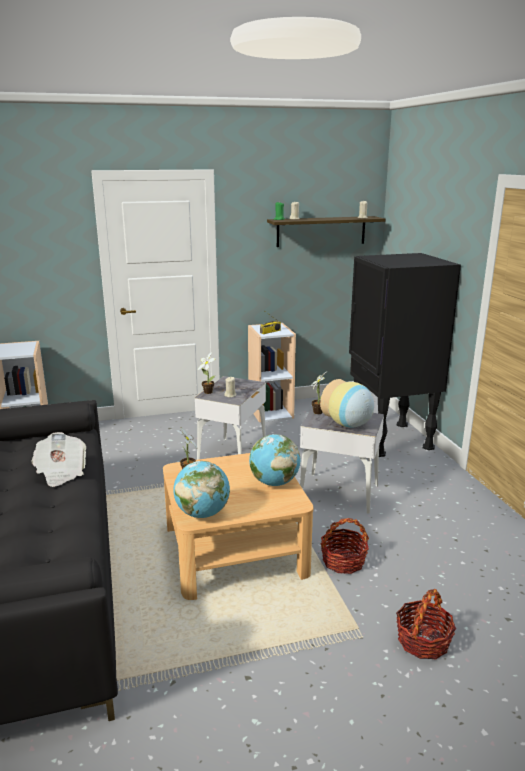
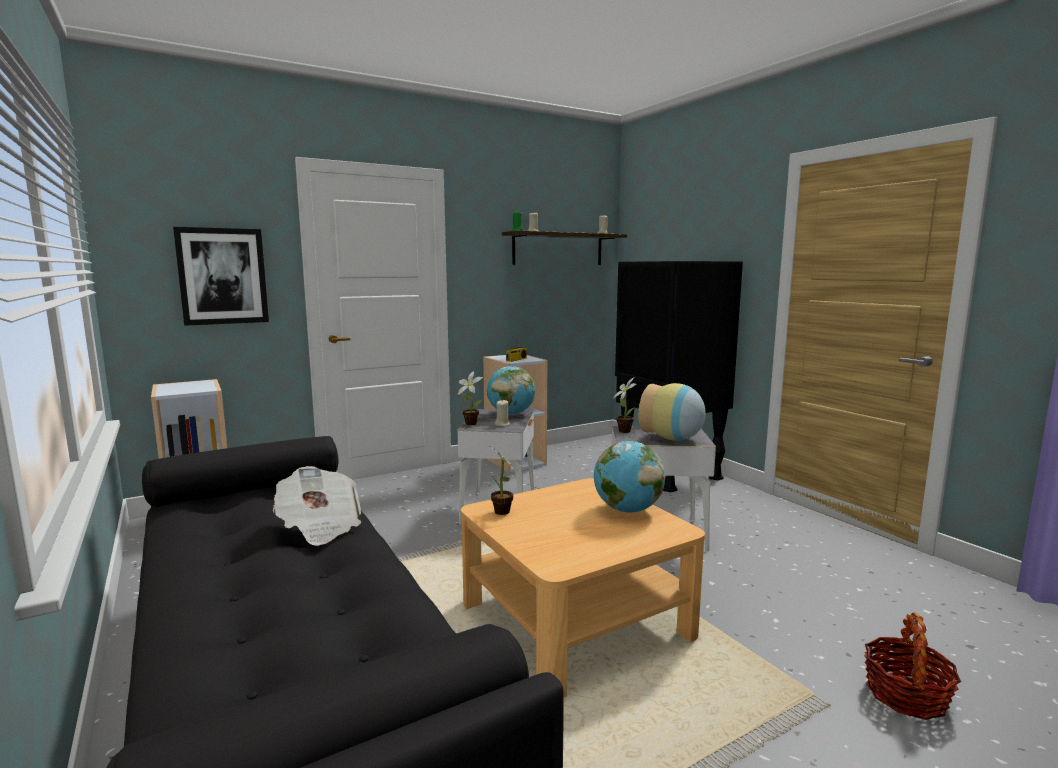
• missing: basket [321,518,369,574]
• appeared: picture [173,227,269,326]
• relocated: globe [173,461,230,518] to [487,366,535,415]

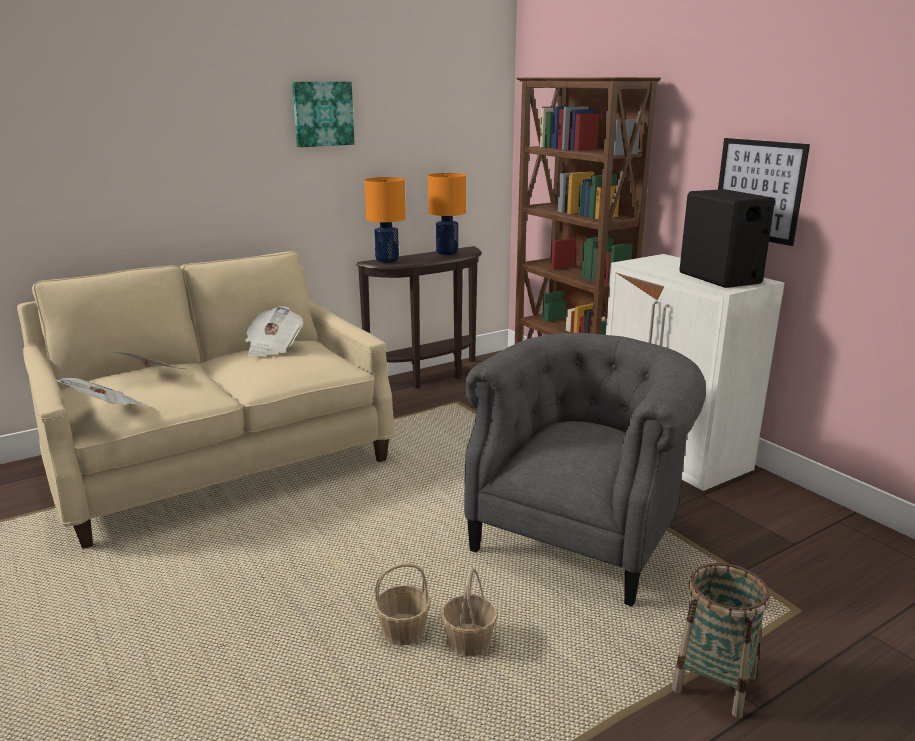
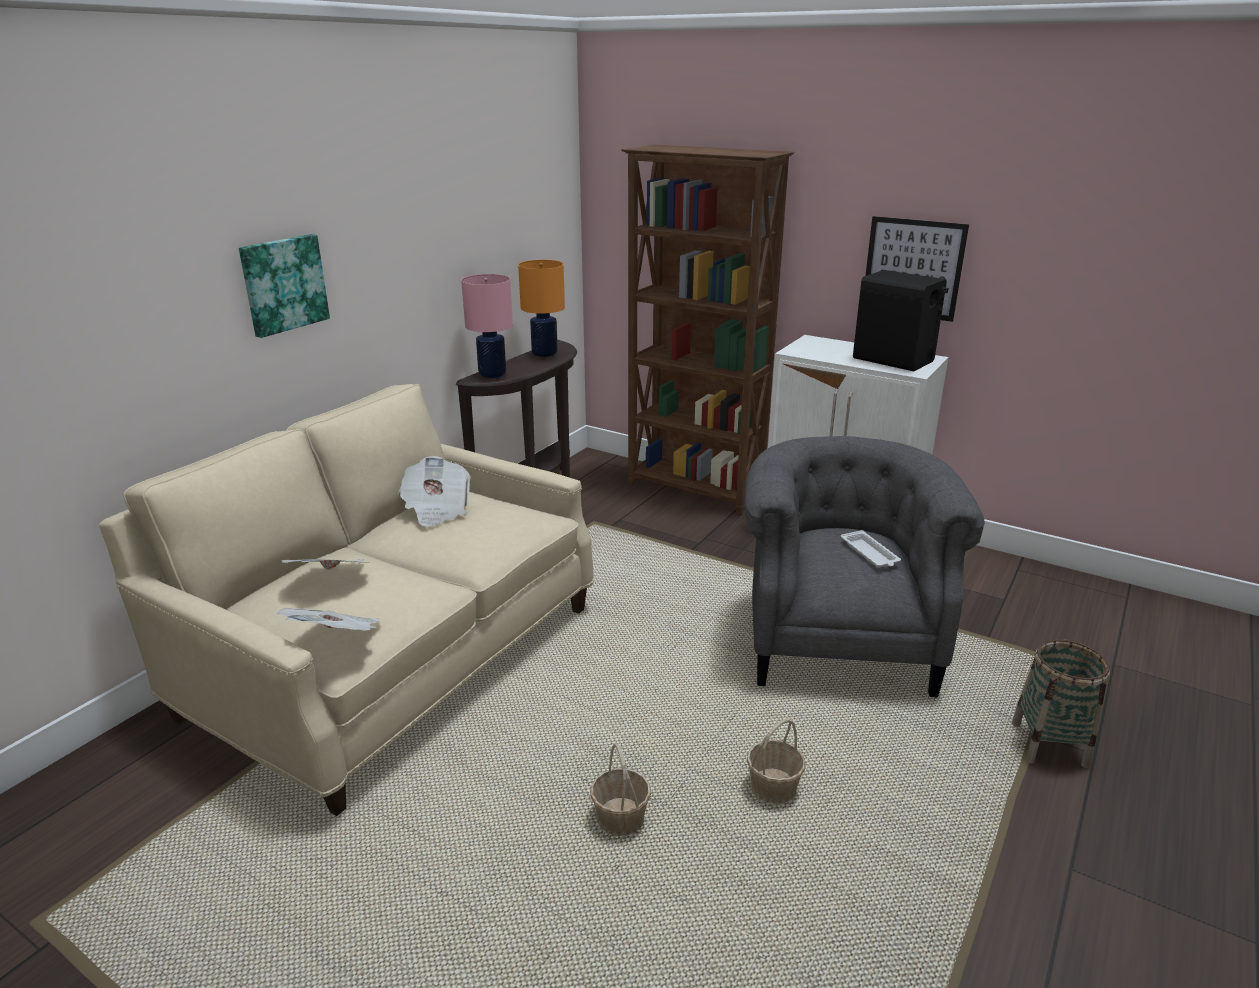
• appeared: tray (white) [841,530,901,568]
• relocated: picture [292,82,355,147] to [239,234,330,338]
• relocated: basket [441,567,498,657] to [591,743,651,836]
• colour: table lamp (orange) [364,177,406,263] to table lamp (pink) [461,274,513,378]

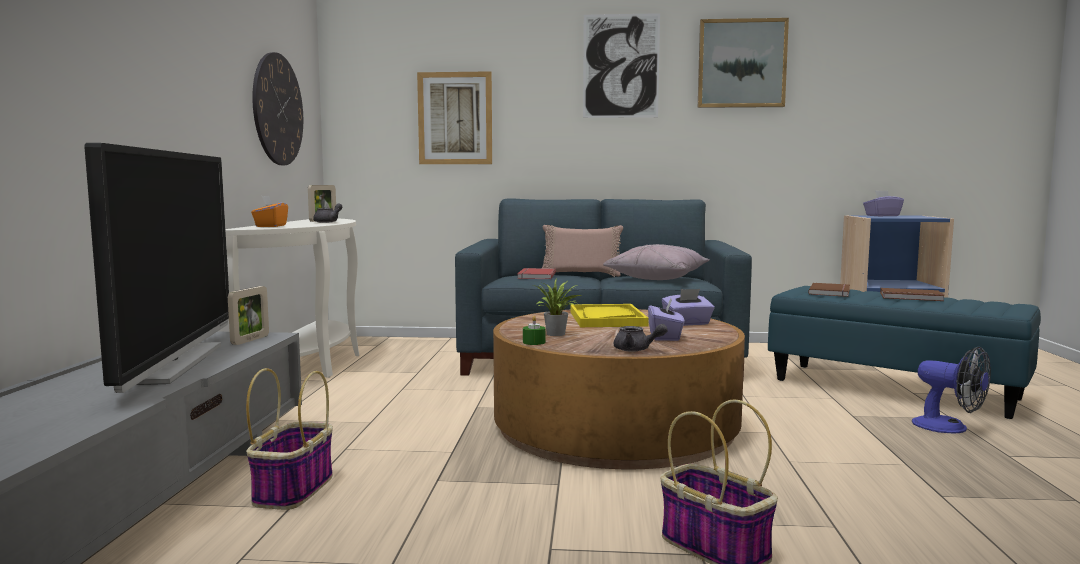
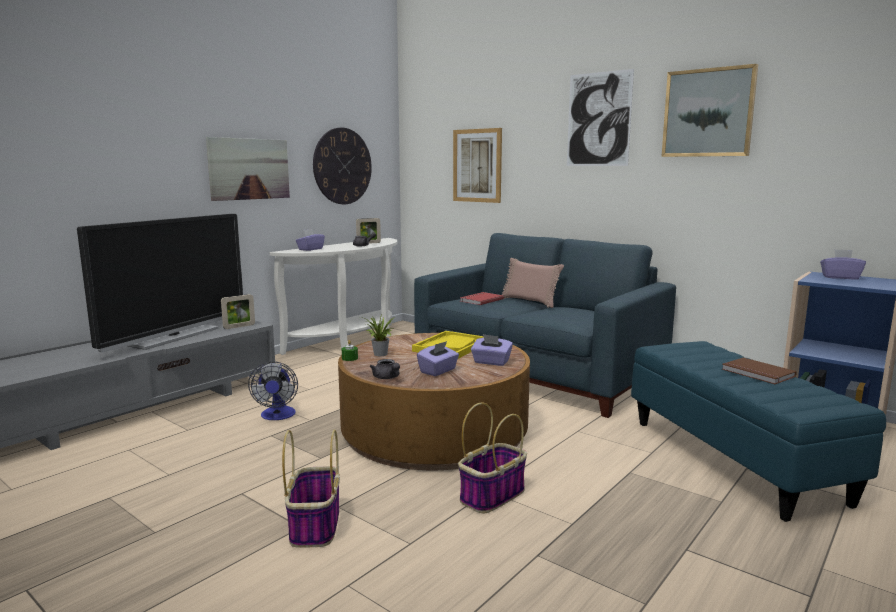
• missing: pillow (purple) [603,244,710,280]
• missing: book (brown) [808,283,850,297]
• appeared: picture [206,137,290,201]
• relocated: basket [246,368,333,510] to [458,403,527,514]
• relocated: fan [912,347,991,433] to [248,362,298,420]
• colour: tissue box (orange) [251,196,288,227] to tissue box (purple) [296,229,325,251]

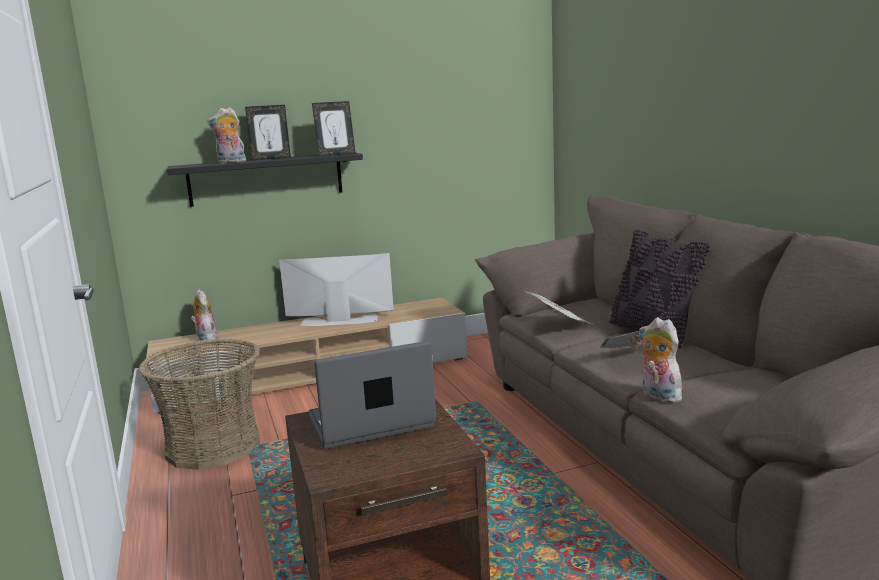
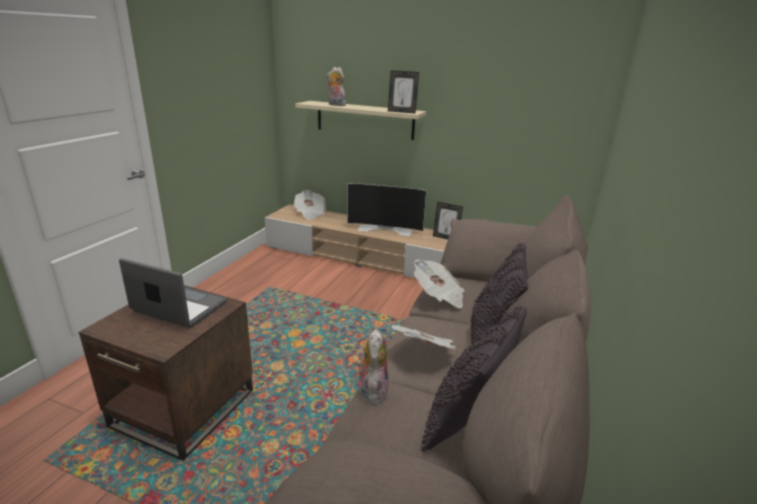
• missing: basket [139,339,260,470]
• appeared: pillow (black) [421,306,527,452]
• relocated: picture frame [245,105,291,160] to [433,202,463,239]
• exchanged: plush toy [191,290,218,341] to newspaper [294,190,326,220]
• colour: shelf (black) [167,153,363,207] to shelf (beige) [295,101,426,140]
• spun: television [279,253,394,326] = [347,183,427,236] 150 degrees clockwise

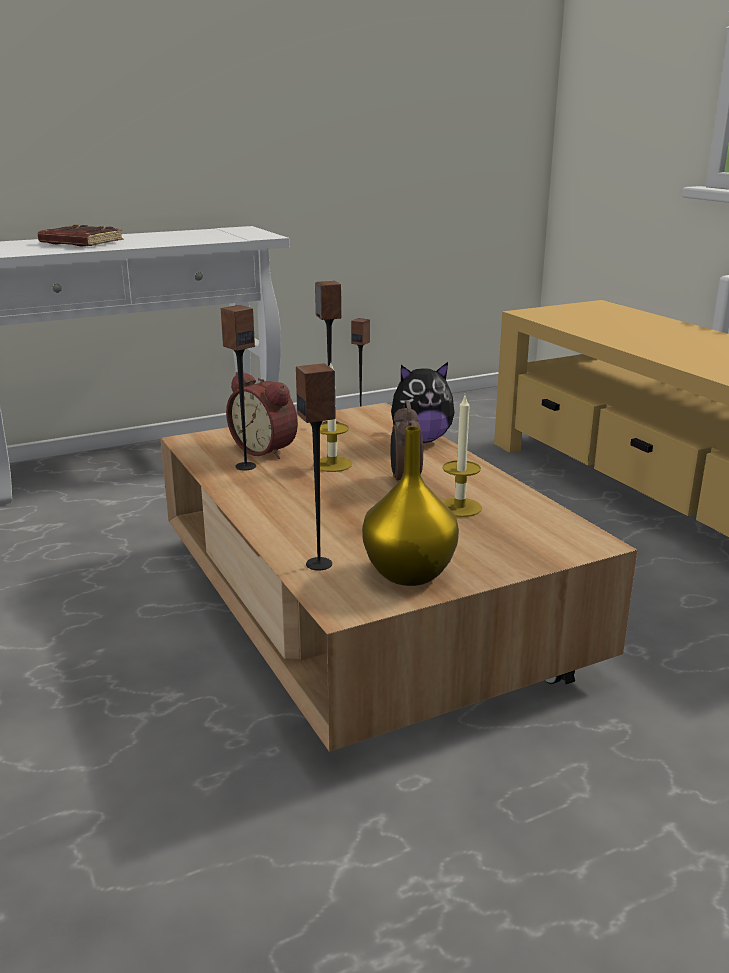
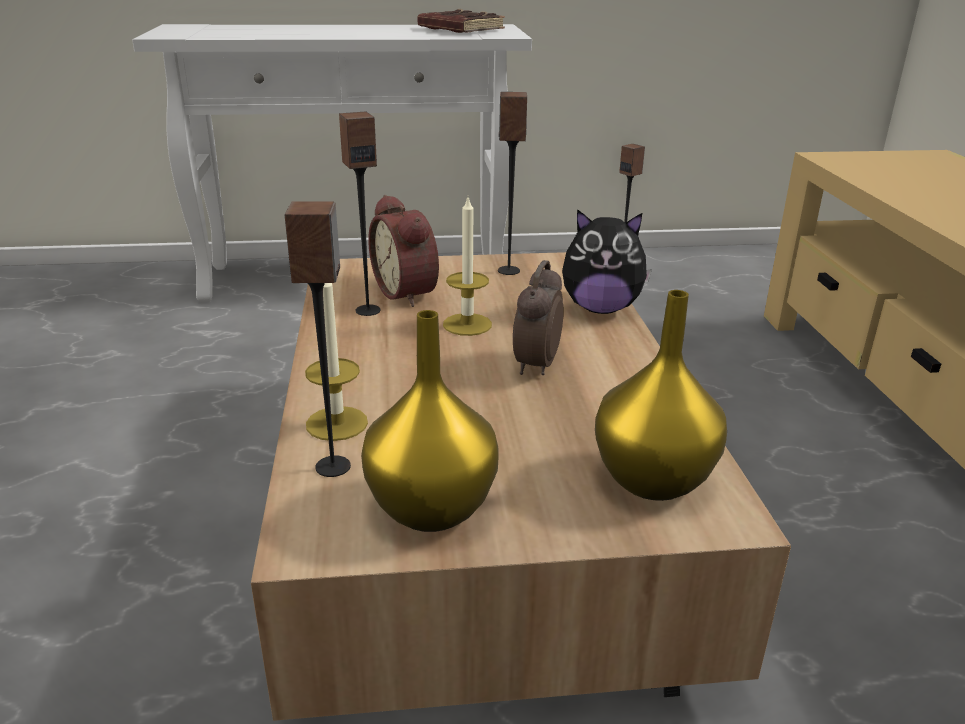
• appeared: vase (yellow) [595,290,727,501]
• relocated: book (brown) [38,224,124,247] to [418,9,505,33]
• relocated: candle [442,396,482,517] to [305,283,368,441]

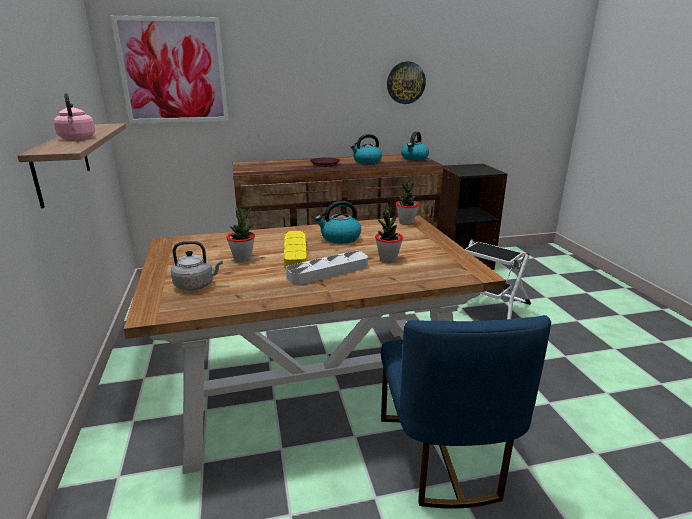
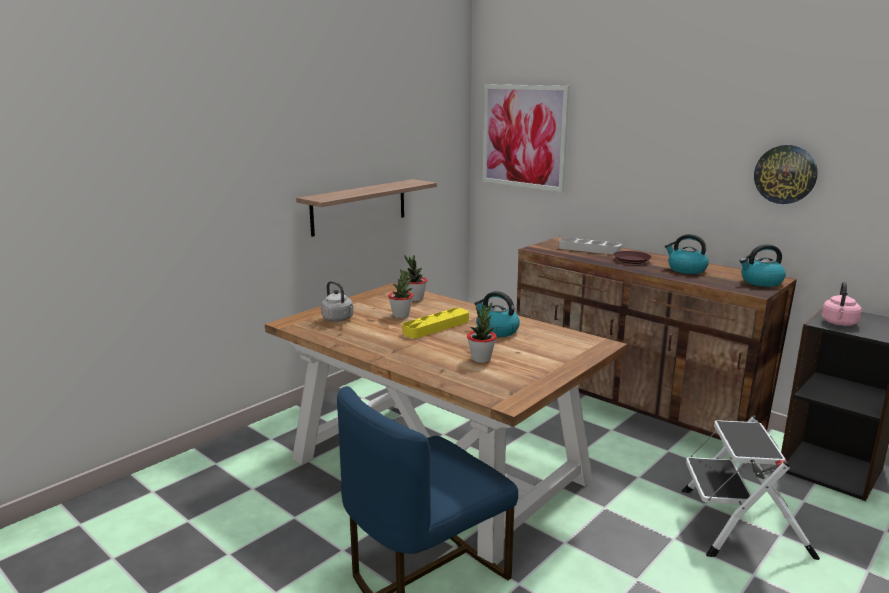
• relocated: kettle (pink) [54,93,95,140] to [821,282,862,326]
• relocated: tray (grey) [286,251,368,285] to [559,238,622,254]
• relocated: potted plant [396,180,419,225] to [404,255,427,301]

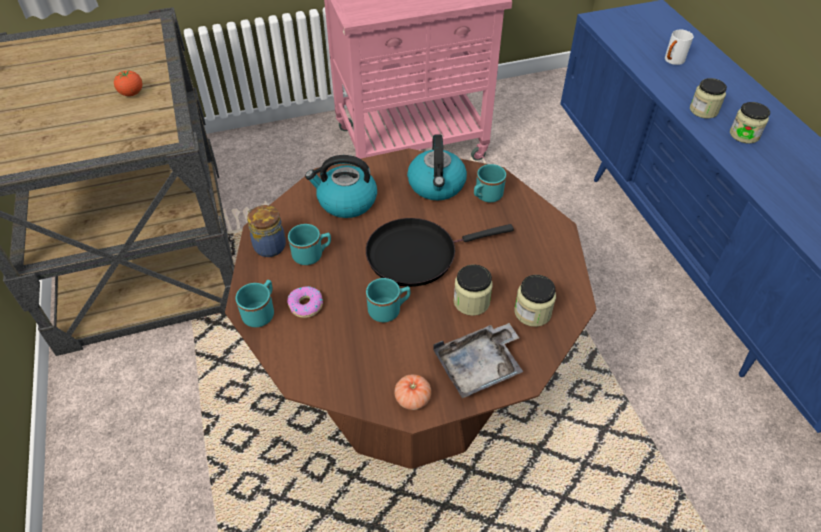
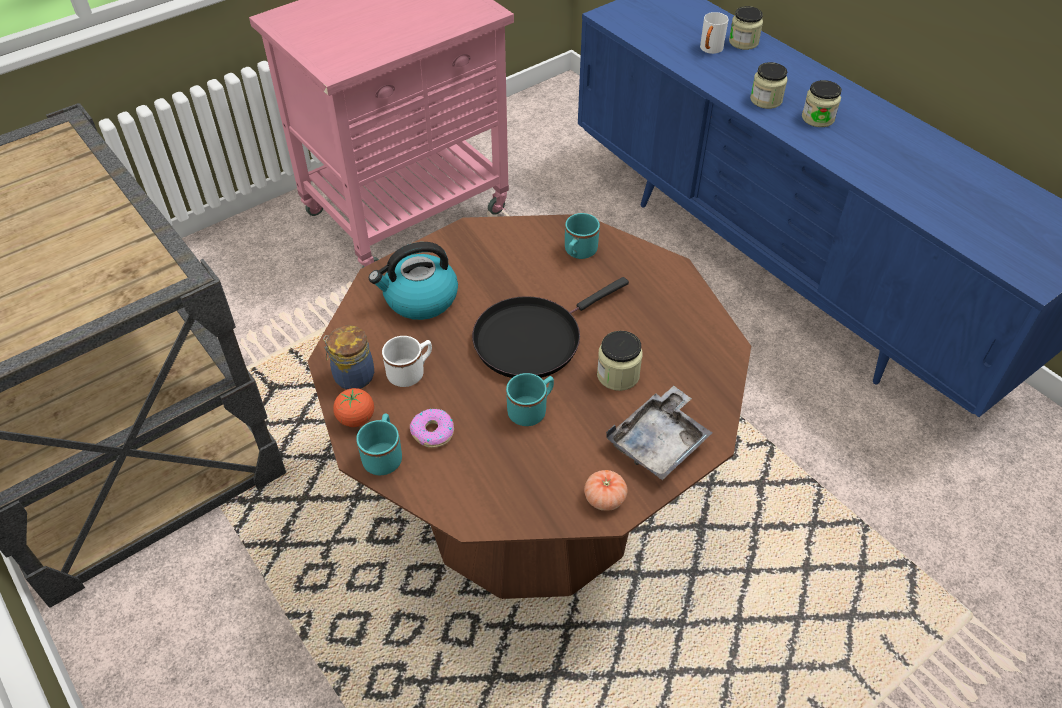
• missing: kettle [407,134,467,200]
• relocated: tomato [114,70,143,96] to [333,388,374,427]
• relocated: jar [514,275,556,327] to [729,6,763,50]
• colour: mug (turquoise) [288,224,331,265] to mug (white) [382,336,432,387]

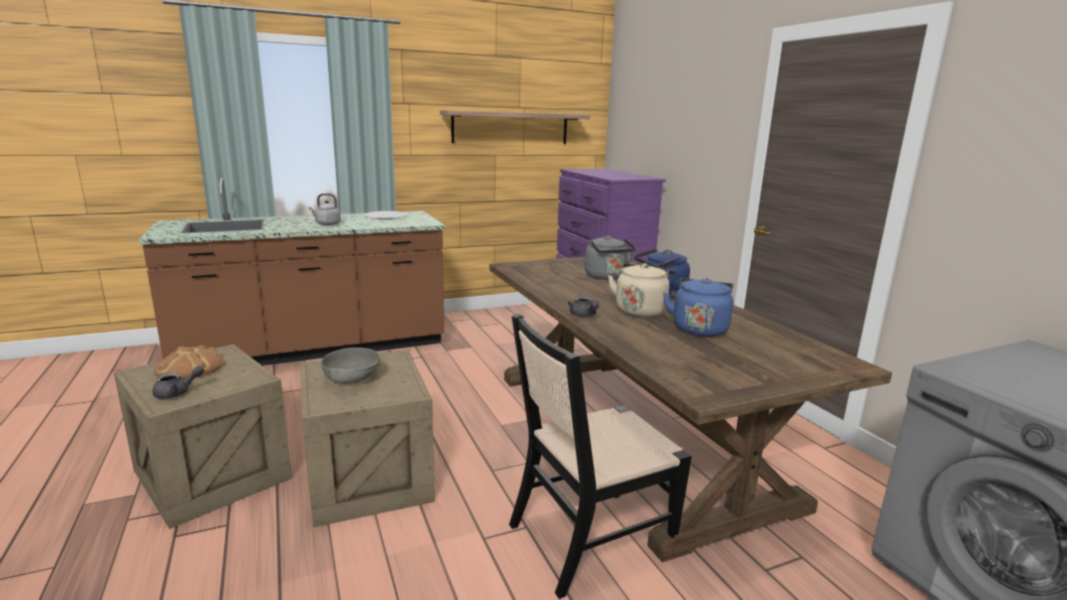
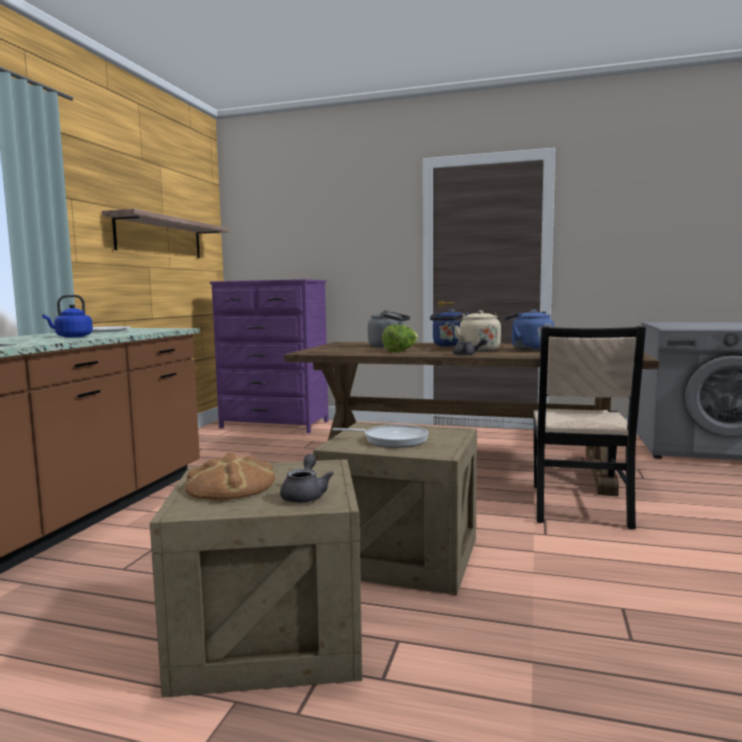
• appeared: lettuce [382,324,418,352]
• exchanged: bowl (grey) [321,347,380,384] to frying pan [332,425,428,448]
• colour: kettle (grey) [309,193,341,225] to kettle (blue) [42,295,93,338]

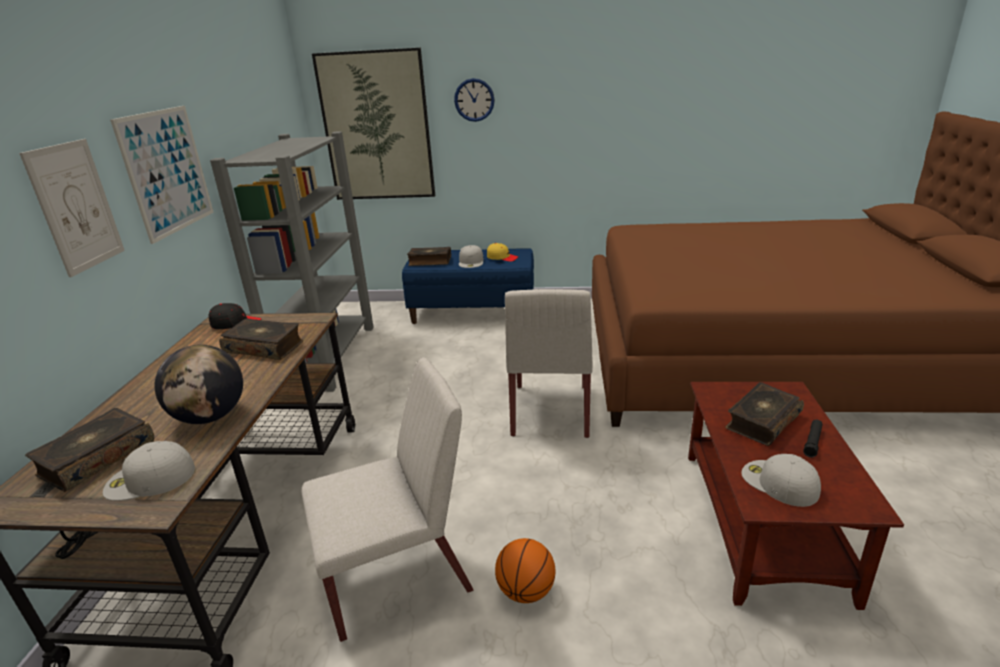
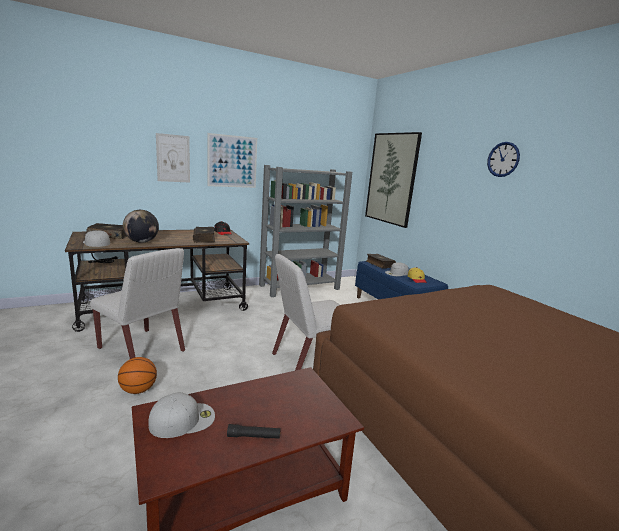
• missing: book [725,382,804,446]
• relocated: wall clock [454,78,495,122] to [487,142,520,177]
• spun: cap (white) [741,454,821,507] = [148,392,215,438] 45 degrees clockwise

